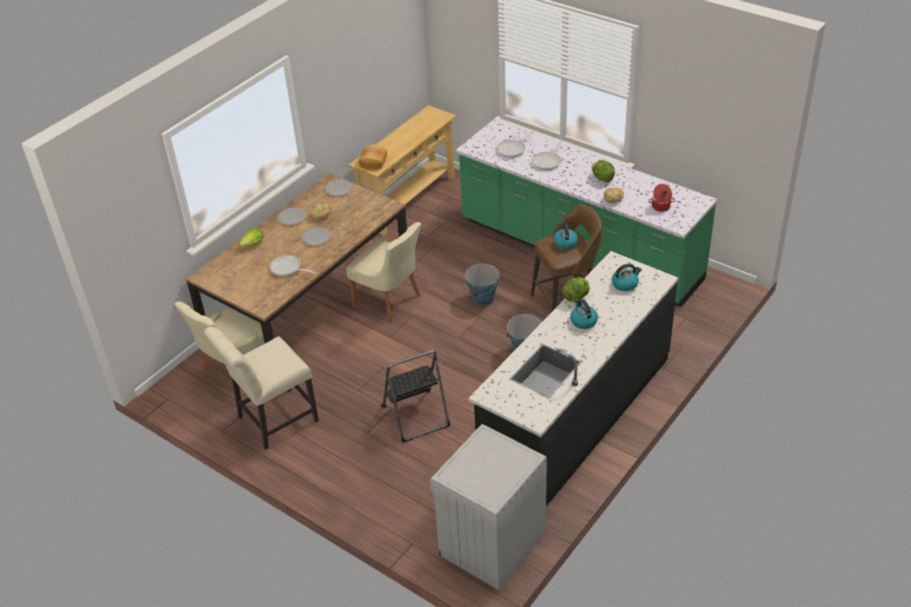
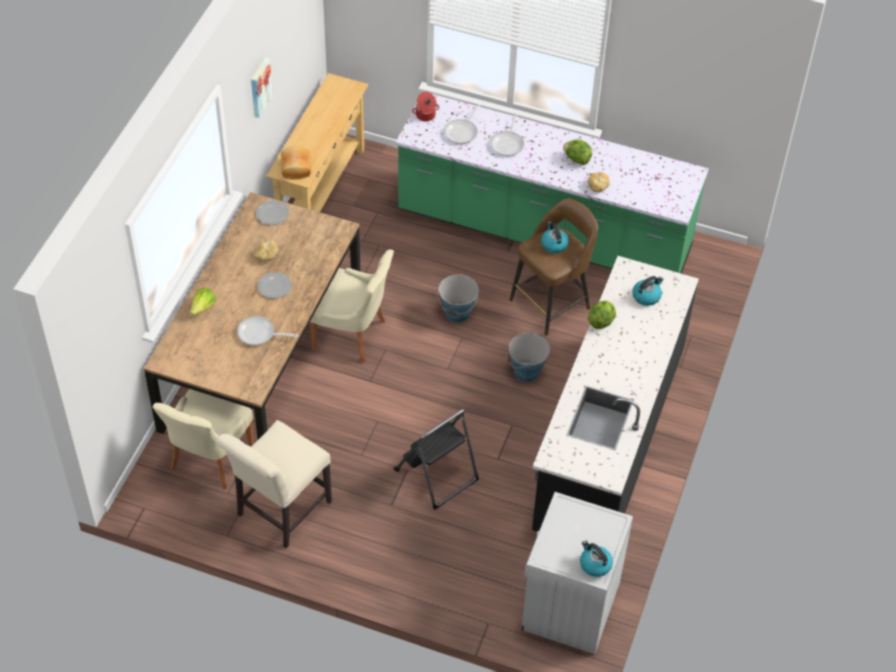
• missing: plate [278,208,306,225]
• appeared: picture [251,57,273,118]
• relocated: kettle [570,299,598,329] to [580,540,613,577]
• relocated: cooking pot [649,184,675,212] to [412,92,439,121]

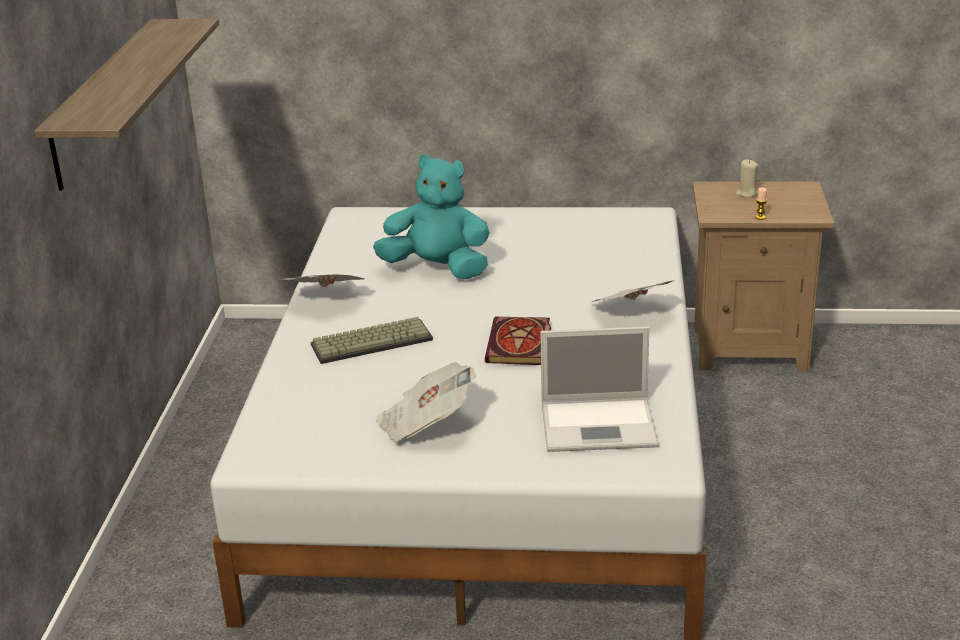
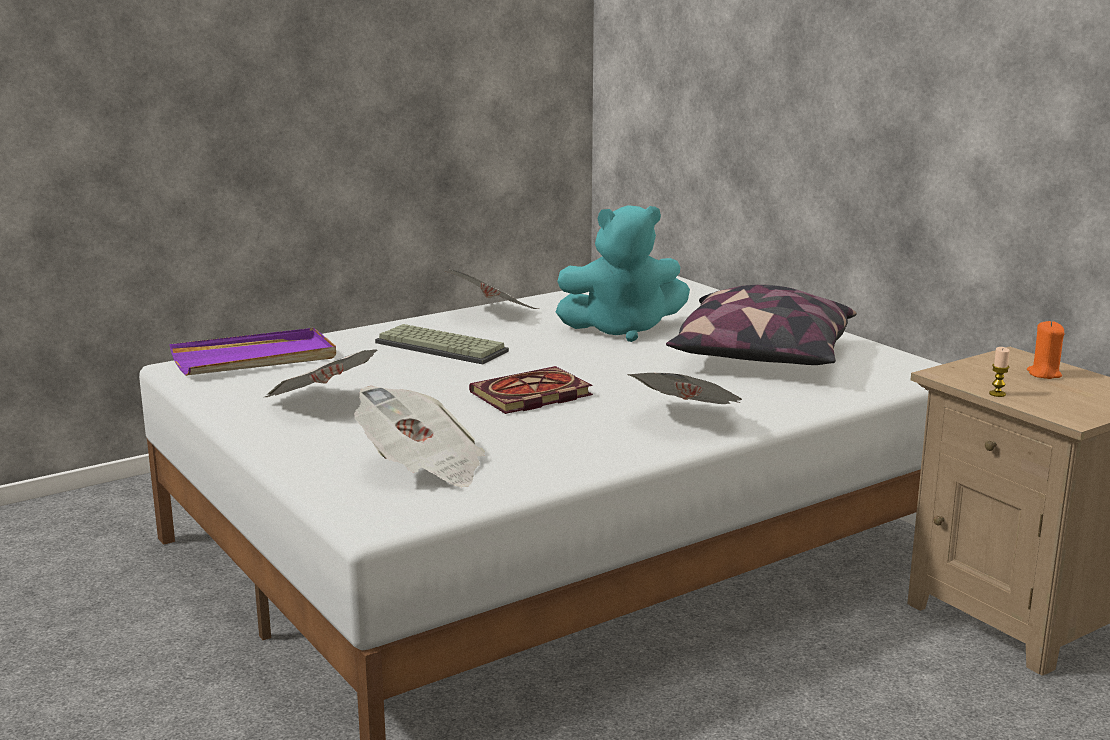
• missing: shelf [34,19,219,191]
• appeared: tray (purple) [169,328,336,376]
• appeared: pillow [666,285,857,365]
• exchanged: laptop [541,326,659,452] to newspaper [354,386,485,487]
• colour: candle (beige) [735,159,759,198] to candle (orange) [1027,321,1064,379]
• spun: plush toy (turquoise) [373,154,490,279] = [556,205,690,342] 105 degrees clockwise

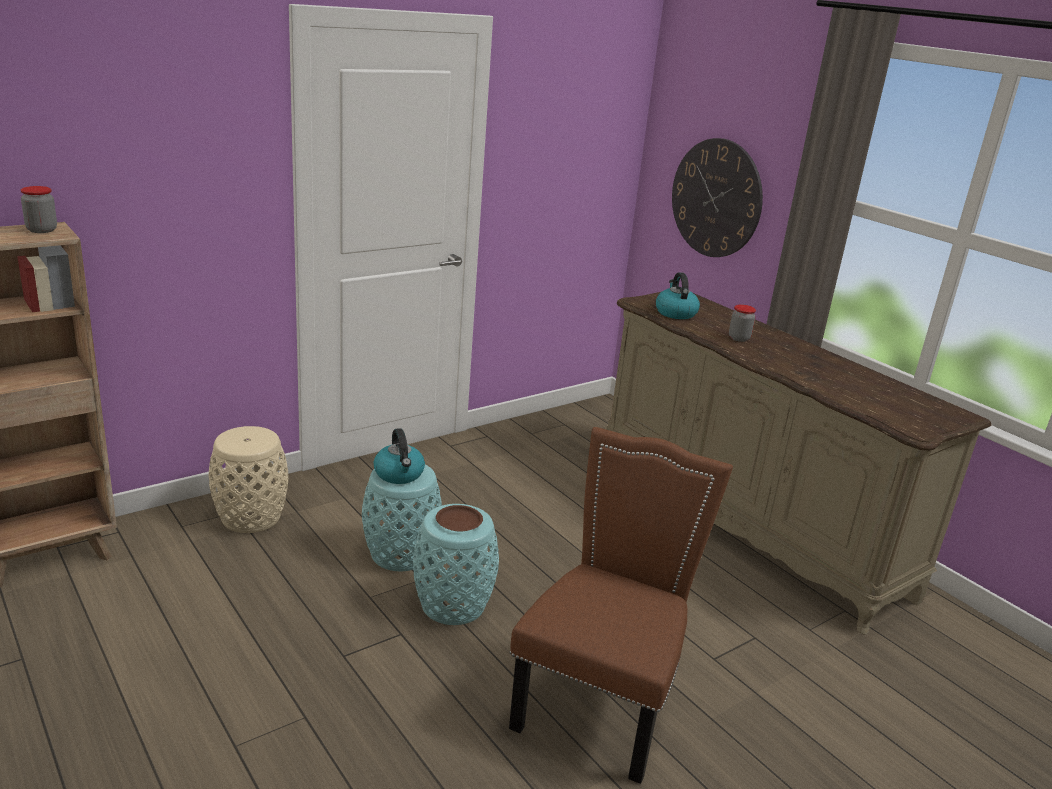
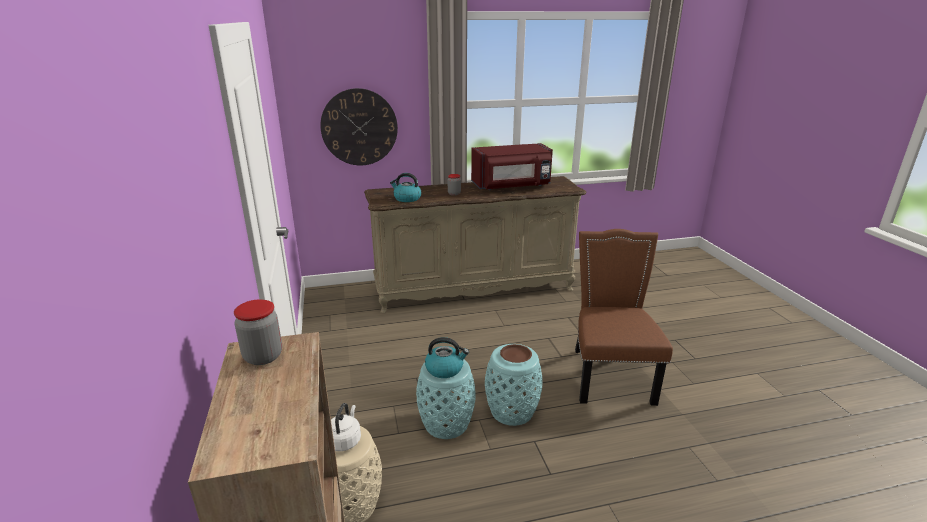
• appeared: kettle (white) [331,403,361,451]
• appeared: microwave (red) [471,143,553,190]
• spun: chair (brown) [509,427,733,784] = [575,229,673,406] 45 degrees clockwise

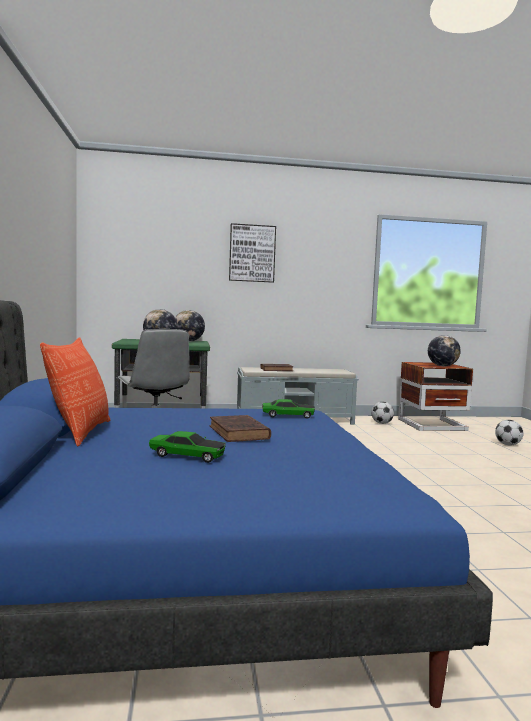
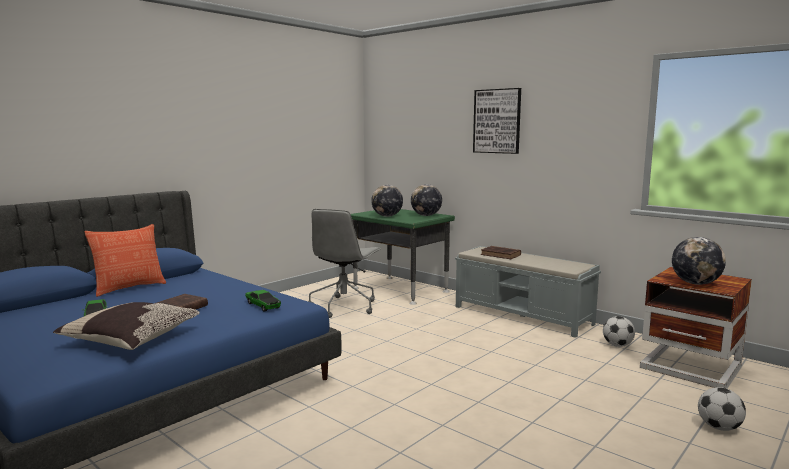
• appeared: pillow [53,302,200,350]

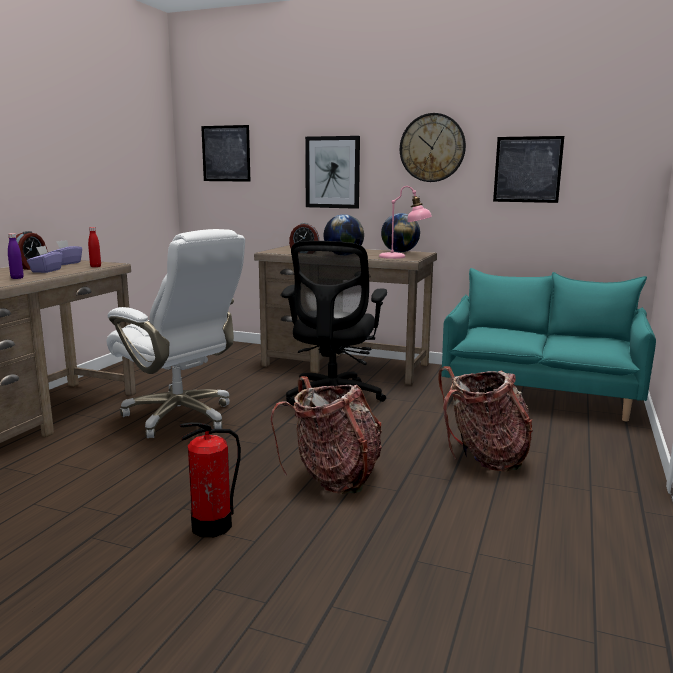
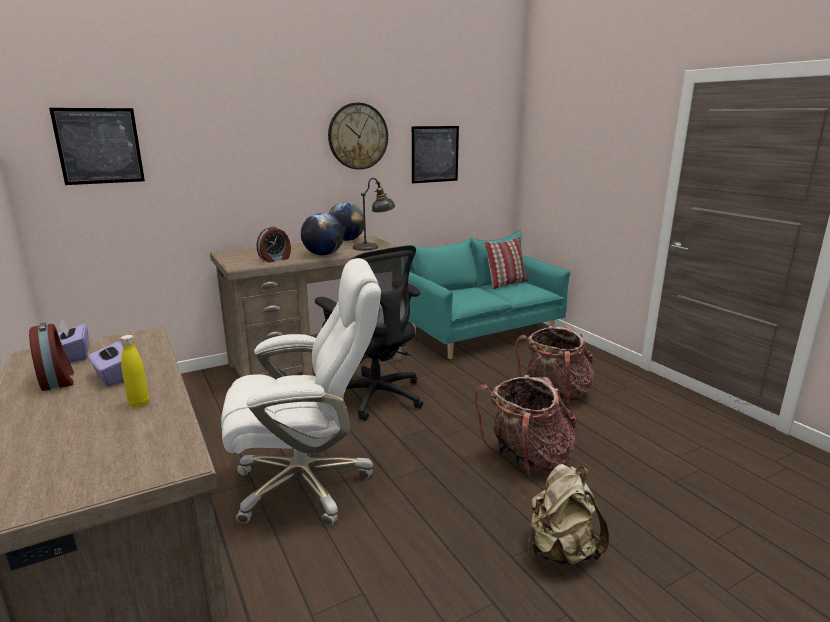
• missing: bottle (red) [88,227,101,267]
• missing: picture [305,136,360,209]
• appeared: pillow [484,237,528,289]
• exchanged: fire extinguisher [180,422,241,537] to backpack (beige) [528,464,609,565]
• colour: bottle (purple) [8,233,24,279] to bottle (yellow) [120,335,149,408]
• colour: table lamp (pink) [379,186,432,259] to table lamp (grey) [353,178,395,251]

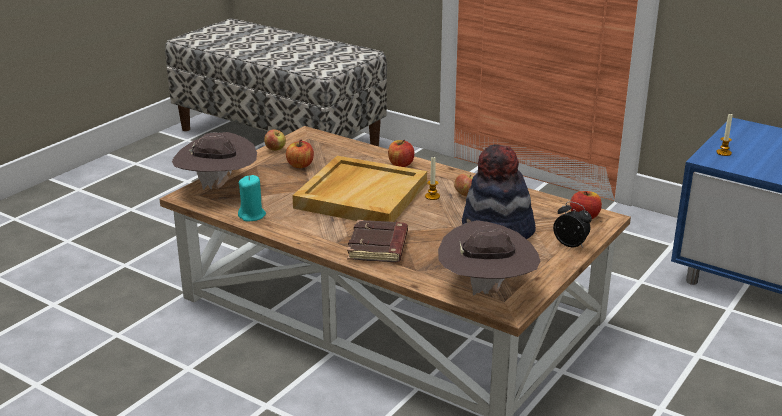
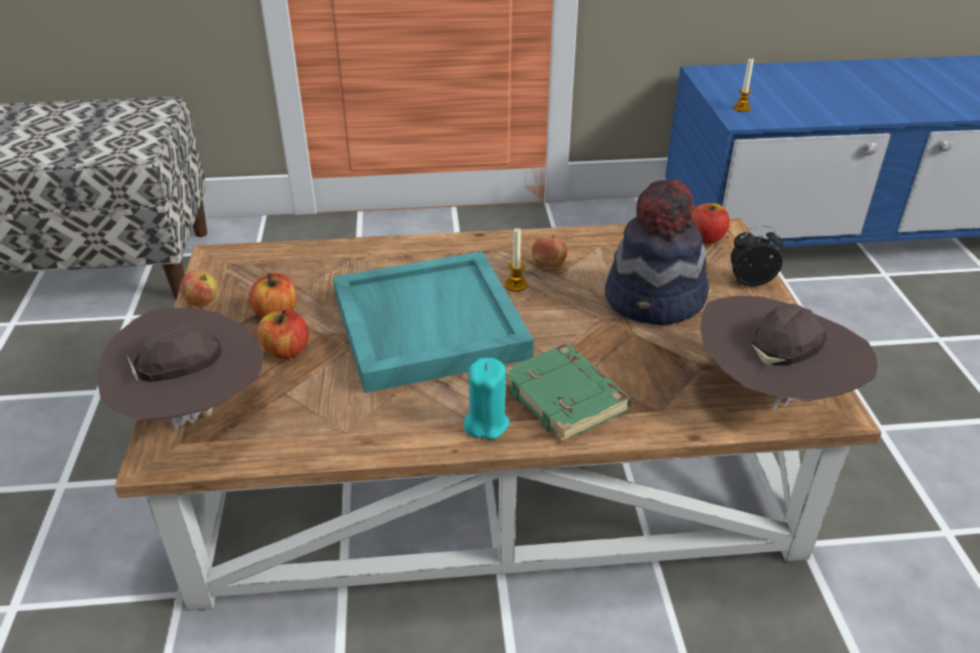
• relocated: candle (turquoise) [238,175,266,221] to [464,358,510,440]
• relocated: apple [388,140,414,167] to [258,310,309,359]
• colour: tray (beige) [292,156,427,222] to tray (turquoise) [333,251,534,393]
• colour: book (brown) [347,220,408,262] to book (green) [505,344,631,442]

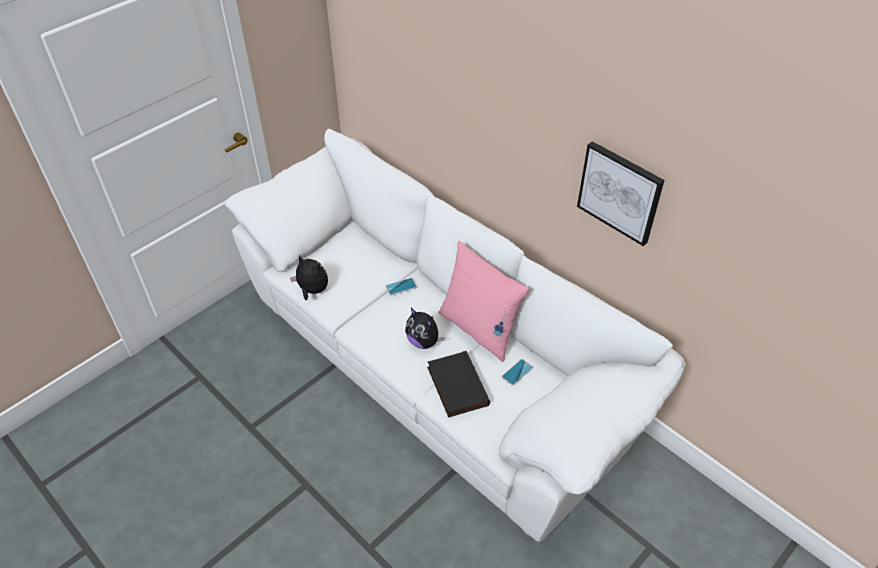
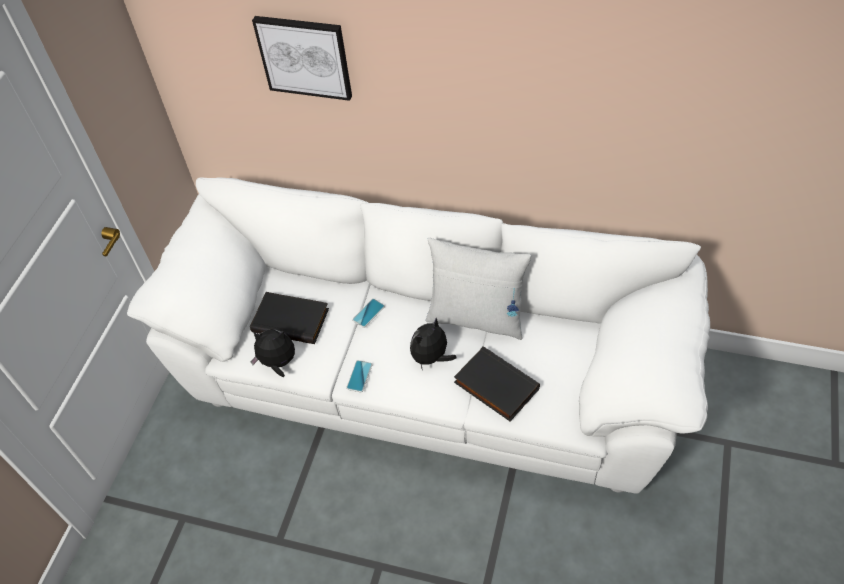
• appeared: book (black) [250,292,329,344]
• relocated: phone [501,359,533,386] to [346,360,373,392]
• relocated: picture [577,141,664,246] to [252,16,352,101]
• colour: pillow (pink) [439,241,529,362] to pillow (grey) [426,238,531,340]
• spun: plush toy [405,308,444,349] = [410,318,456,371] 120 degrees clockwise

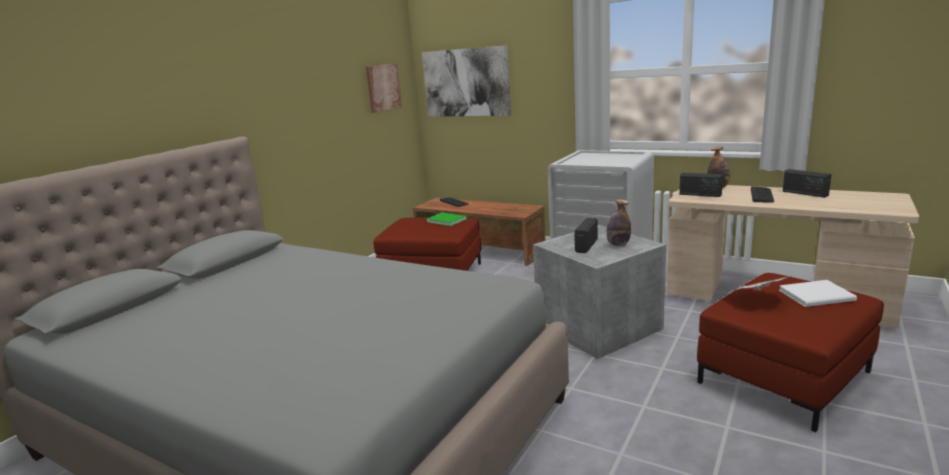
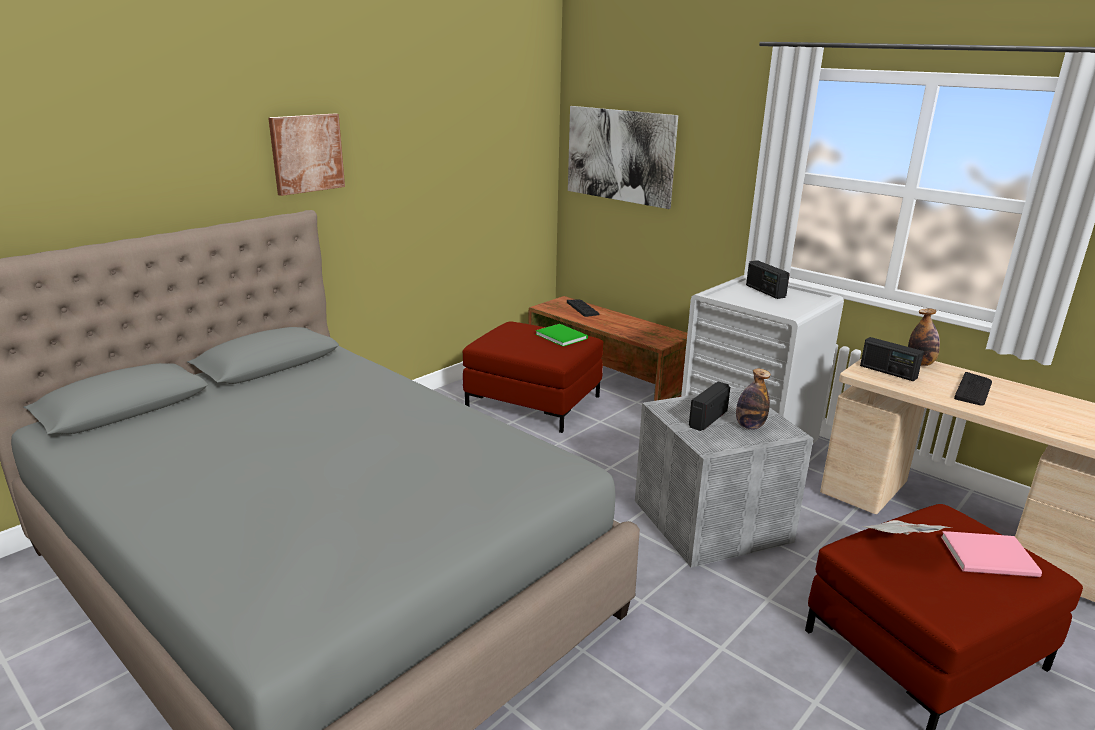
• relocated: picture [366,63,402,113] to [268,114,345,196]
• relocated: radio [783,169,832,198] to [746,260,790,299]
• colour: book (white) [779,280,857,307] to book (pink) [941,531,1042,577]

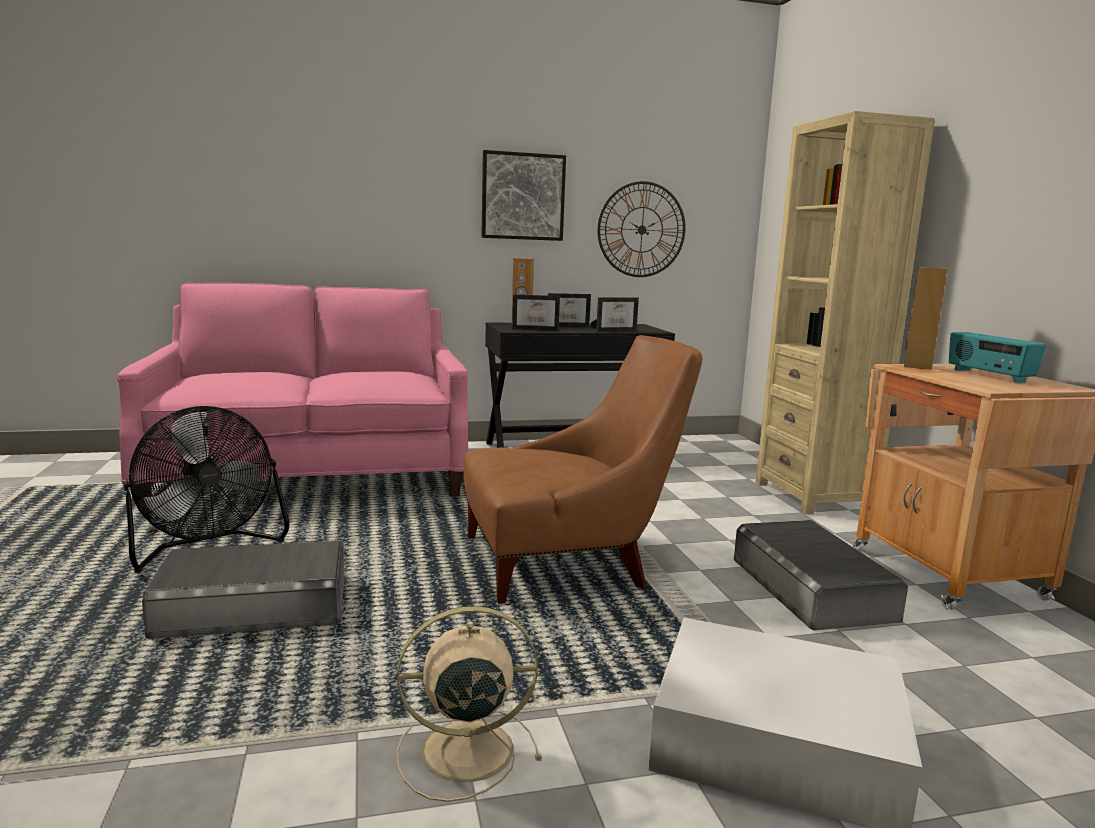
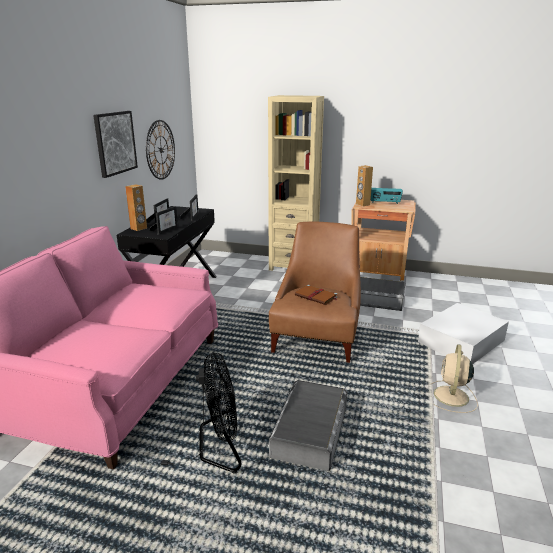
• appeared: book (brown) [295,284,338,305]

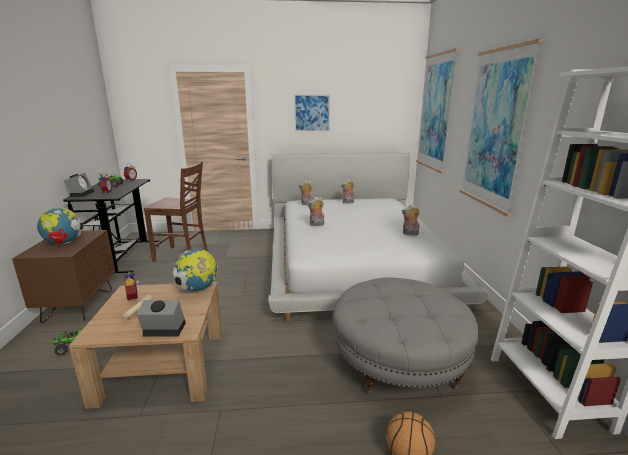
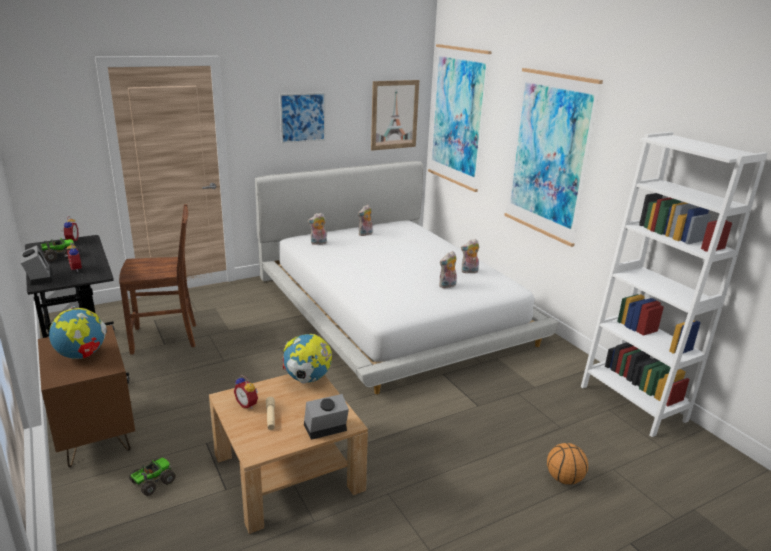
• missing: ottoman (grey) [333,277,479,394]
• appeared: picture [371,80,419,151]
• relocated: plush toy [307,196,324,226] to [439,251,457,288]

